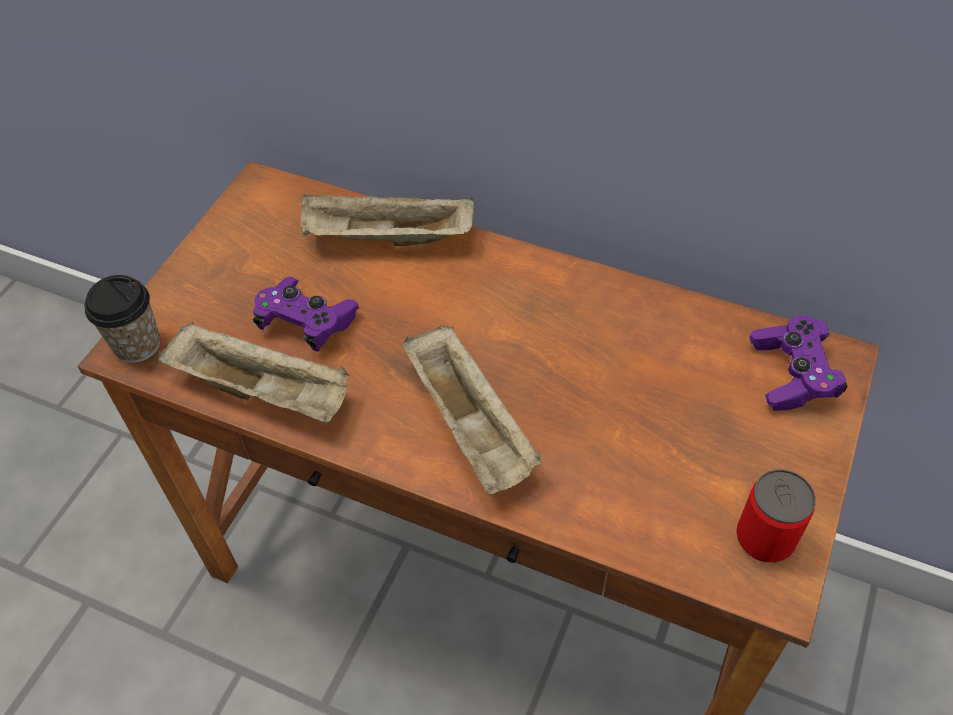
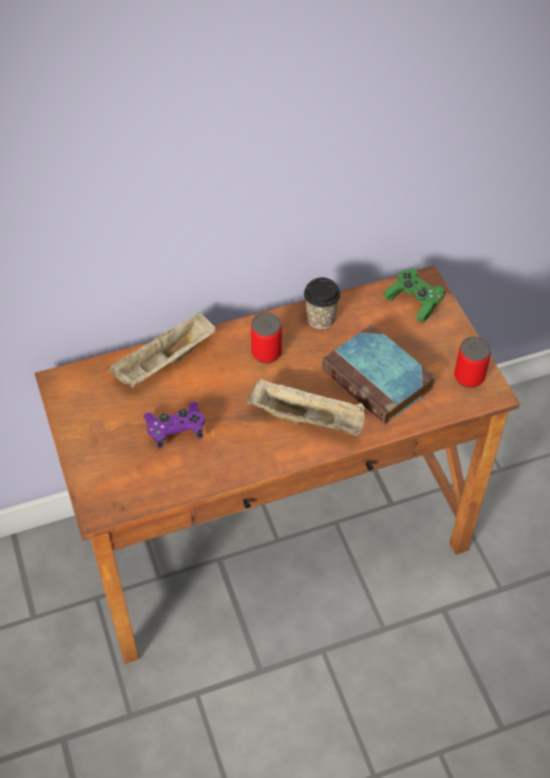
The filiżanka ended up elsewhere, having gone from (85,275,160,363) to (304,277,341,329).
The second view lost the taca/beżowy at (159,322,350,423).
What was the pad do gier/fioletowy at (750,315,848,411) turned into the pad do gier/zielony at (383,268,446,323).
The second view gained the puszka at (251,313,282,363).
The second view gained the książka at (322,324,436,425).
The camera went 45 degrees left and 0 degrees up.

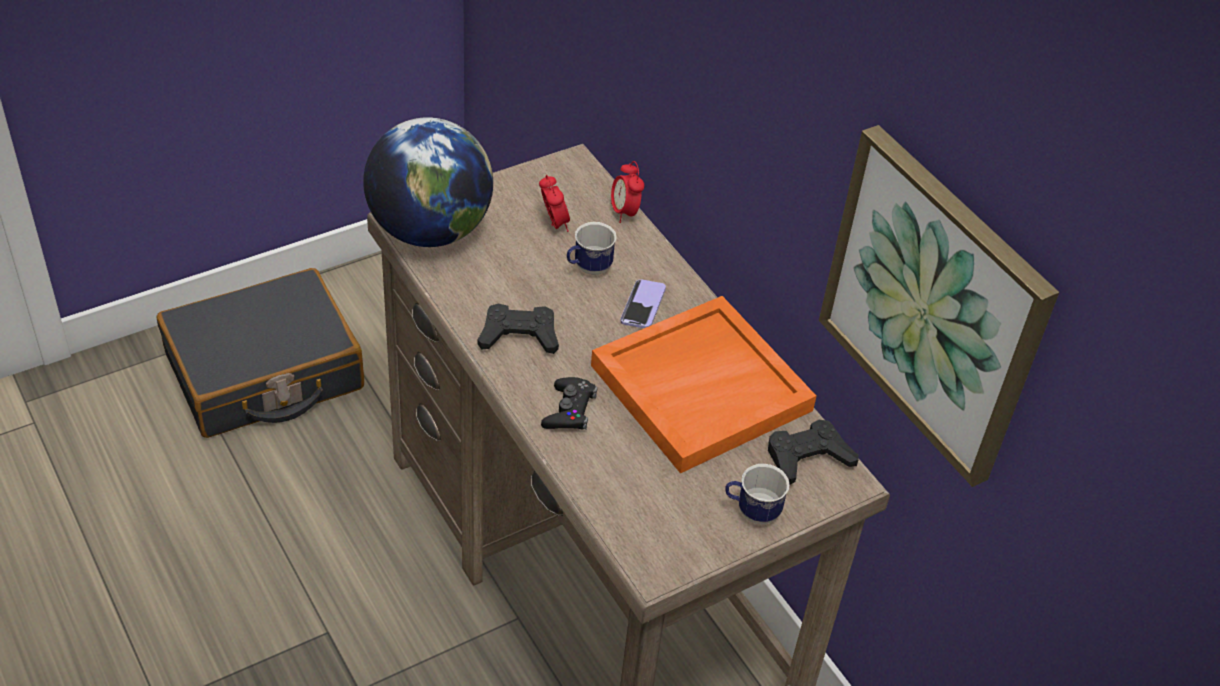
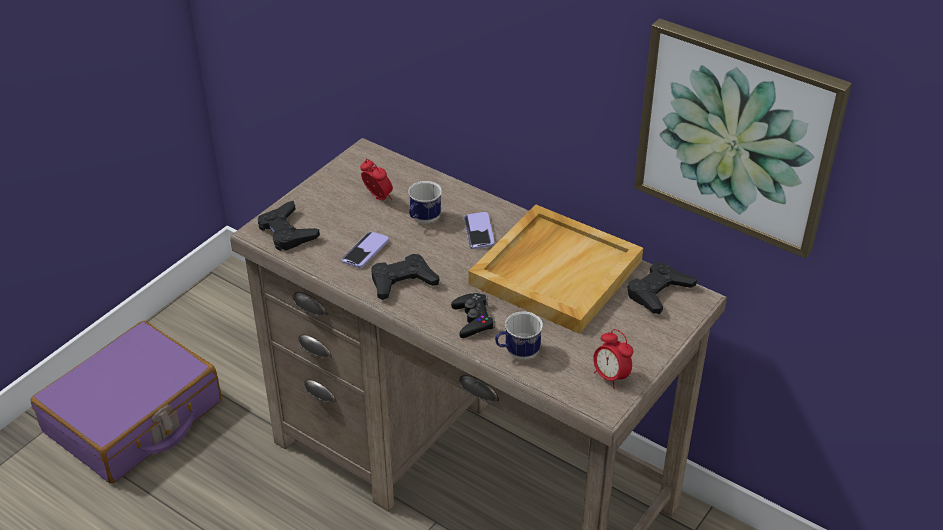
What was the walizka/czarny at (157,268,364,438) turned into the walizka/fioletowy at (31,321,221,484).
Where the globus stood at (363,117,493,247), the pad do gier/czarny came to stand at (258,201,320,251).
What was the taca/pomarańczowy at (591,296,816,473) turned into the taca/beżowy at (468,205,643,334).
The budzik ended up elsewhere, having gone from (611,161,644,223) to (593,329,633,389).
The kubek ended up elsewhere, having gone from (725,464,789,524) to (495,311,543,360).
The second view gained the telefon at (341,232,389,268).
The camera went 20 degrees left and 5 degrees down.

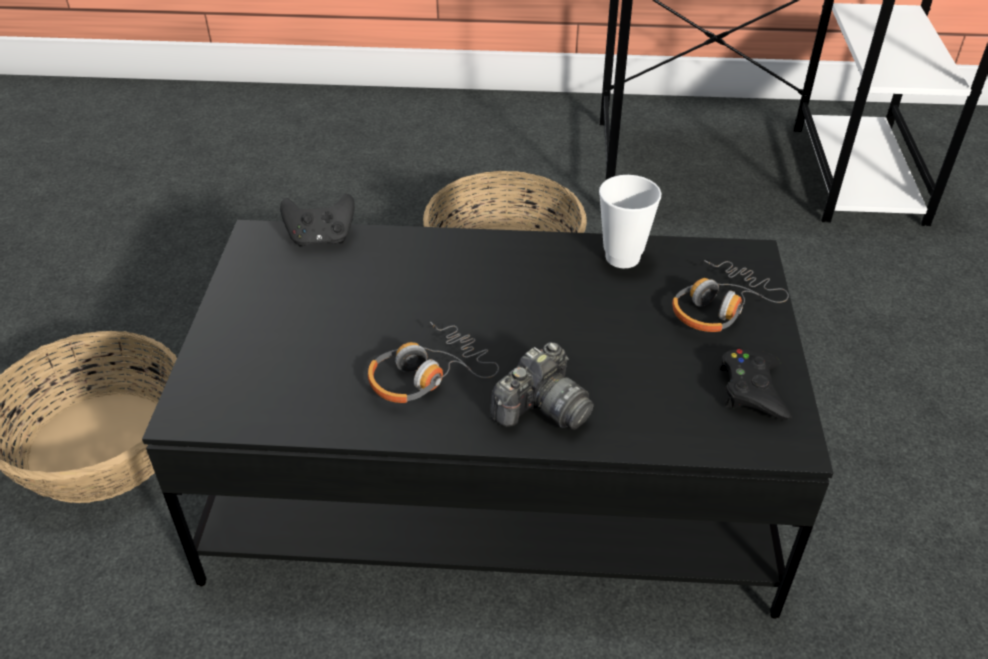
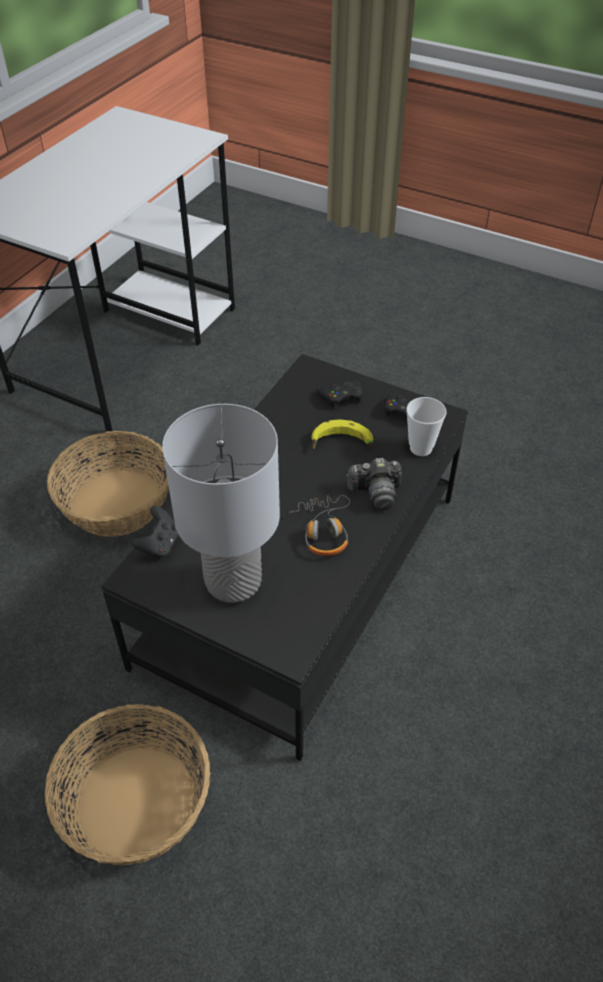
The aparat fotograficzny at (490,342,593,430) ended up facing another way, 105 degrees clockwise from before.
The filiżanka ended up elsewhere, having gone from (599,175,661,268) to (406,397,447,456).
Where the słuchawki stood at (672,260,789,332), the pad do gier/czarny came to stand at (316,380,362,409).
The second view gained the lampa stołowa/szary at (162,404,280,603).
The second view gained the banan at (311,419,373,449).
The camera went 65 degrees left and 5 degrees up.

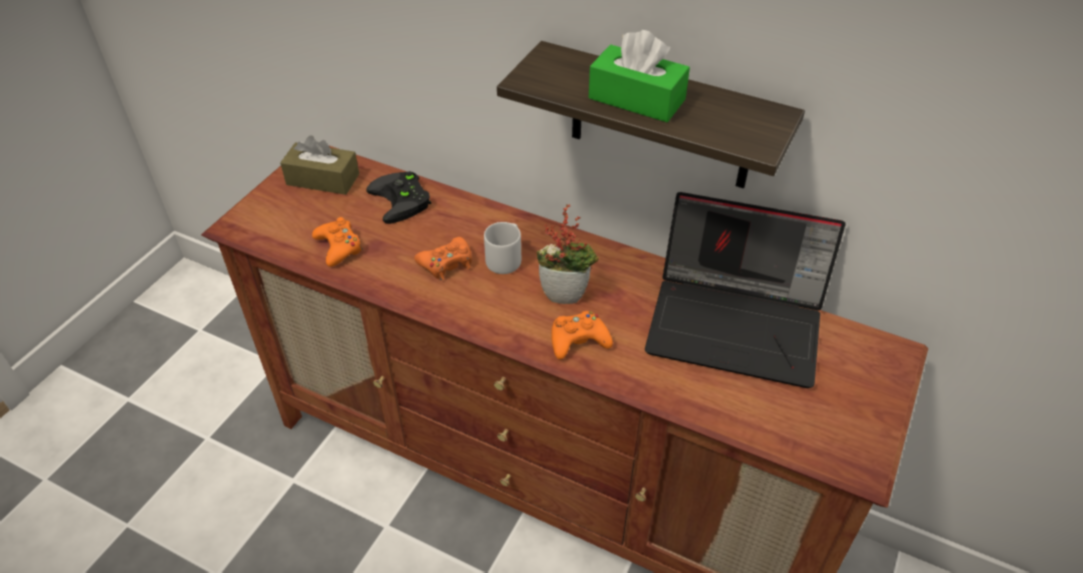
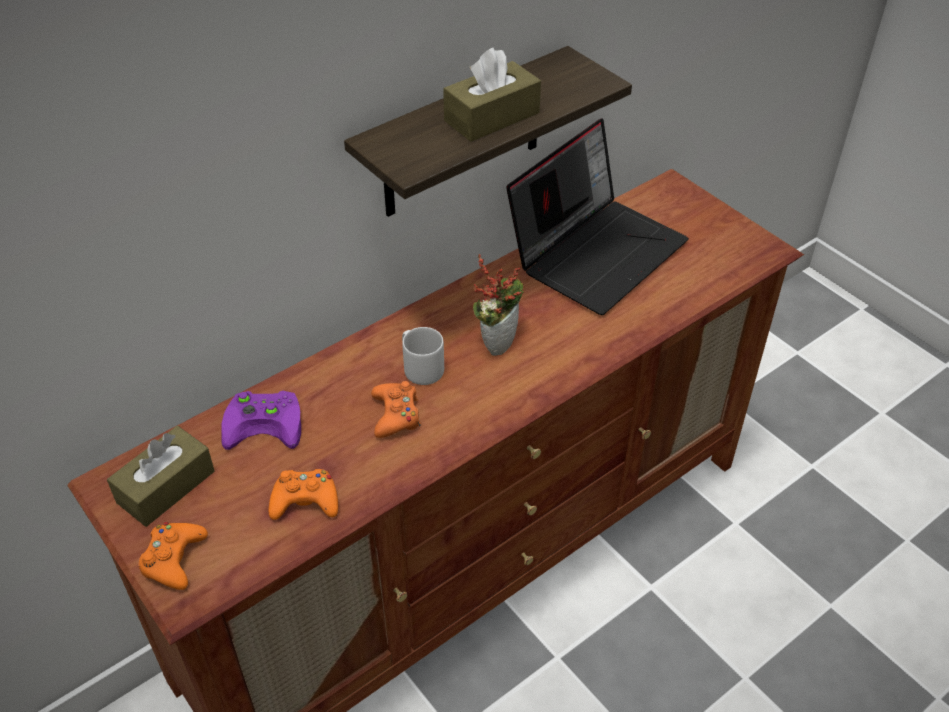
What was the pad do gier/czarny at (366,171,431,224) turned into the pad do gier/fioletowy at (221,391,301,450).
The pad do gier/pomarańczowy ended up elsewhere, having gone from (551,311,613,359) to (139,522,208,590).
What was the pudełko chusteczek/zielony at (589,30,690,122) turned into the pudełko chusteczek/brązowy at (443,48,541,142).
The camera went 65 degrees left and 0 degrees up.

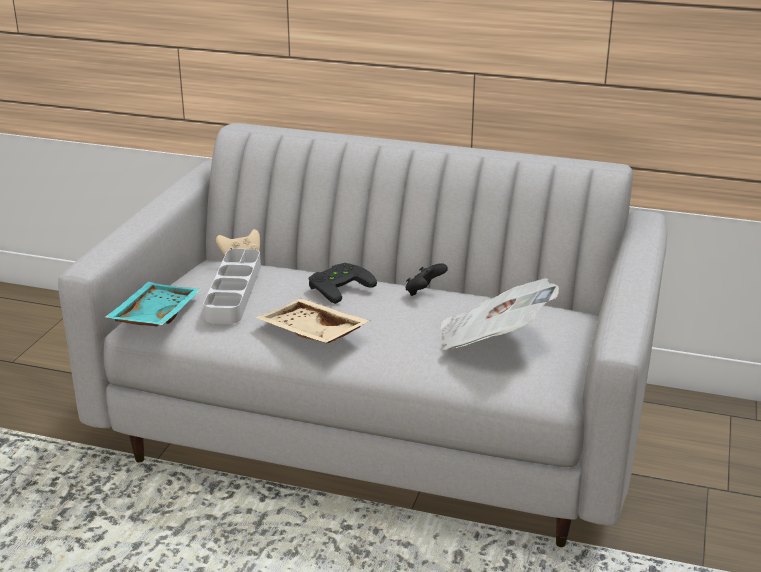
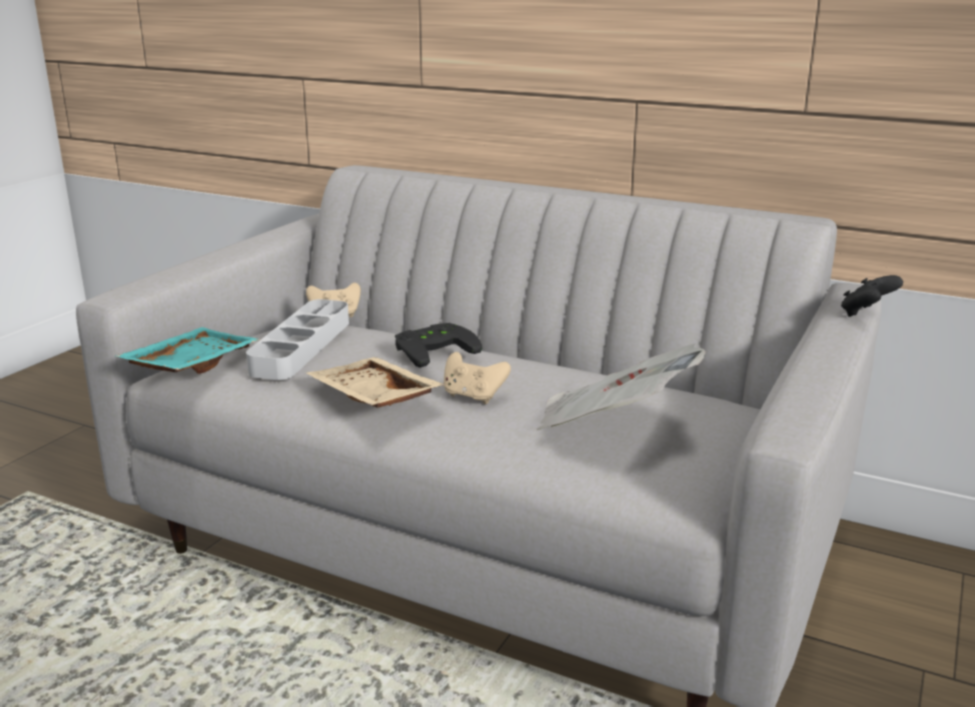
The pad do gier/czarny ended up elsewhere, having gone from (406,263,448,296) to (841,275,903,317).
The second view gained the pad do gier/beżowy at (444,352,511,404).
The camera went 10 degrees right and 5 degrees down.

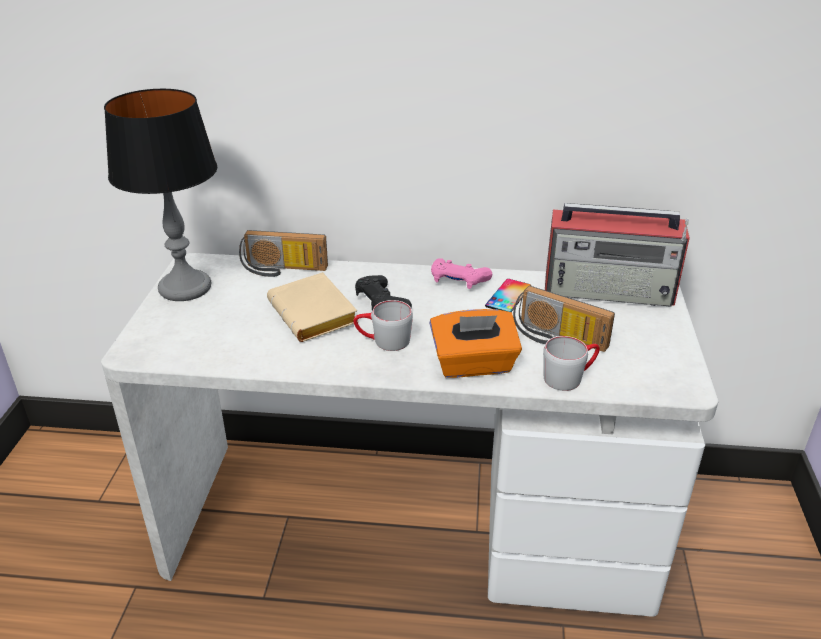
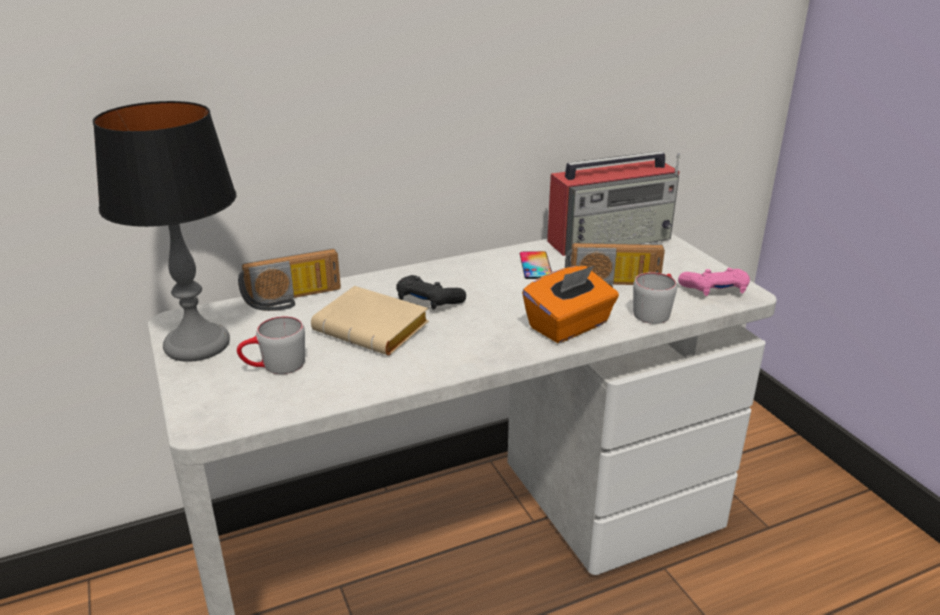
The kubek/szary ended up elsewhere, having gone from (353,300,413,351) to (237,316,305,374).
The pad do gier/różowy ended up elsewhere, having gone from (431,258,492,289) to (678,268,750,296).
The camera went 30 degrees left and 5 degrees down.

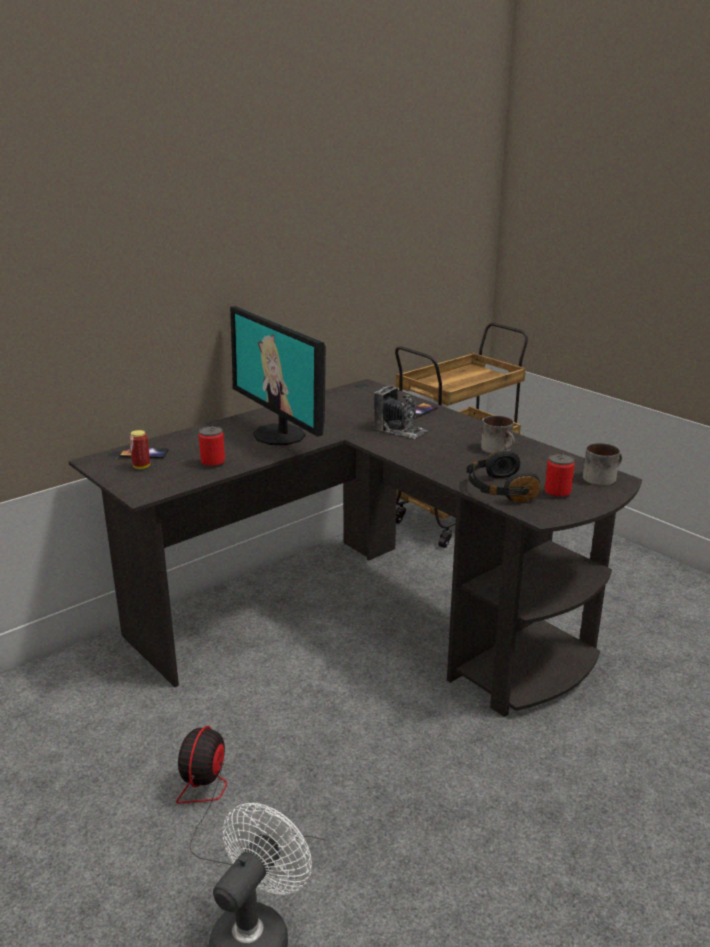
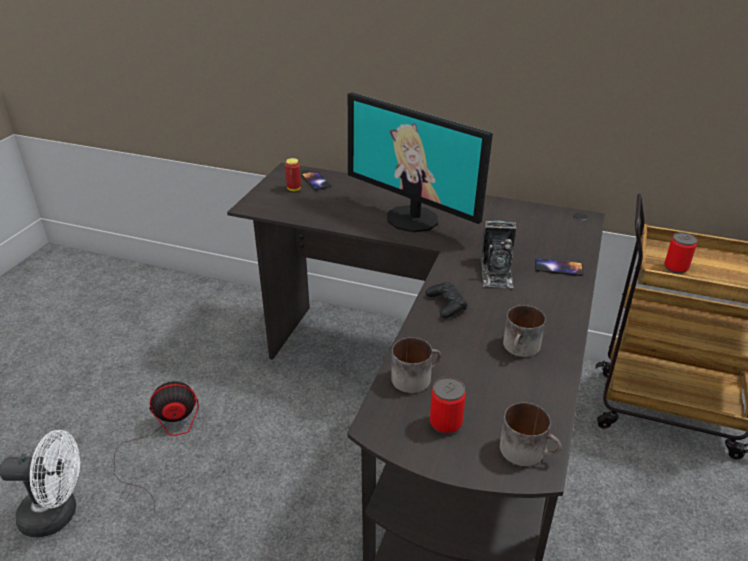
The puszka ended up elsewhere, having gone from (199,426,225,468) to (664,232,697,274).
The monitor at (230,306,326,445) ended up facing another way, 75 degrees counterclockwise from before.
Where the słuchawki/czarny stood at (466,450,540,502), the kubek came to stand at (391,337,441,393).
The second view gained the pad do gier/czarny at (425,282,468,319).
The camera went 60 degrees right and 10 degrees up.

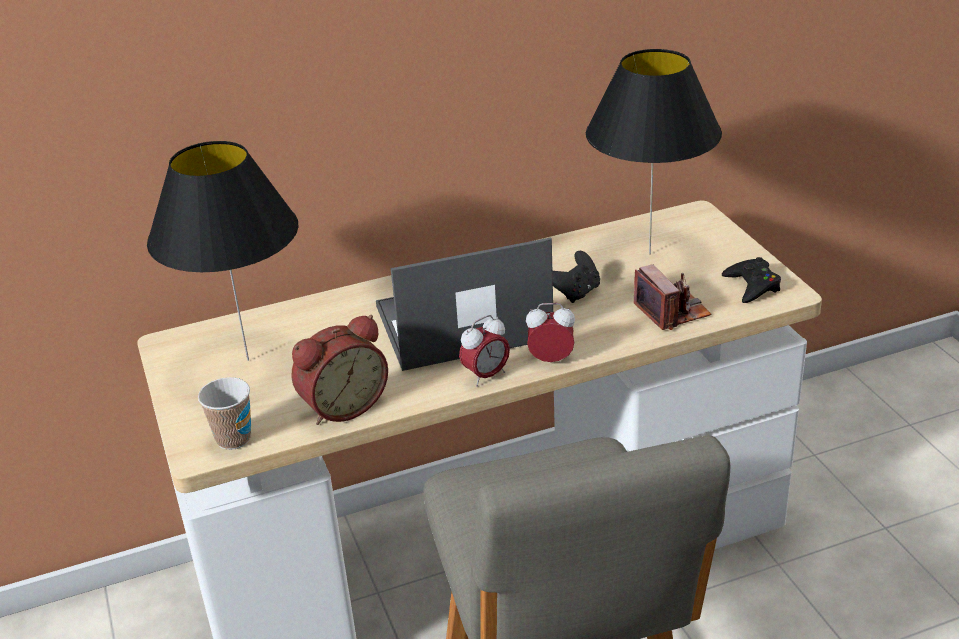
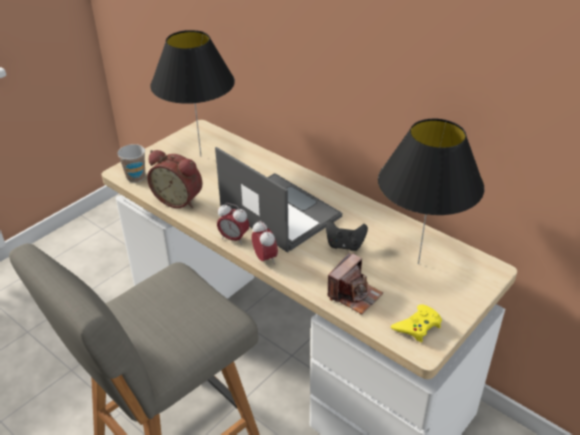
What was the pad do gier/czarny at (722,257,781,303) turned into the pad do gier/żółty at (391,304,442,343).
The camera went 60 degrees right and 5 degrees up.

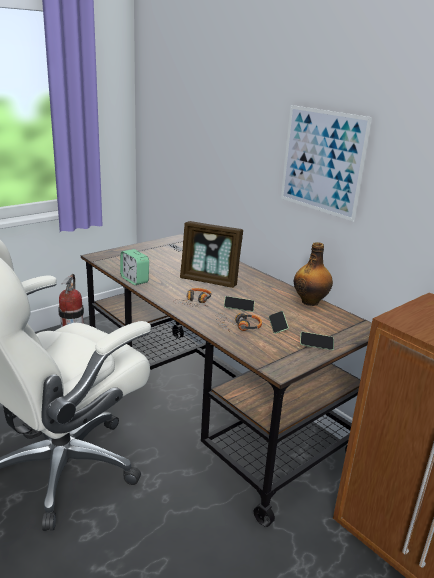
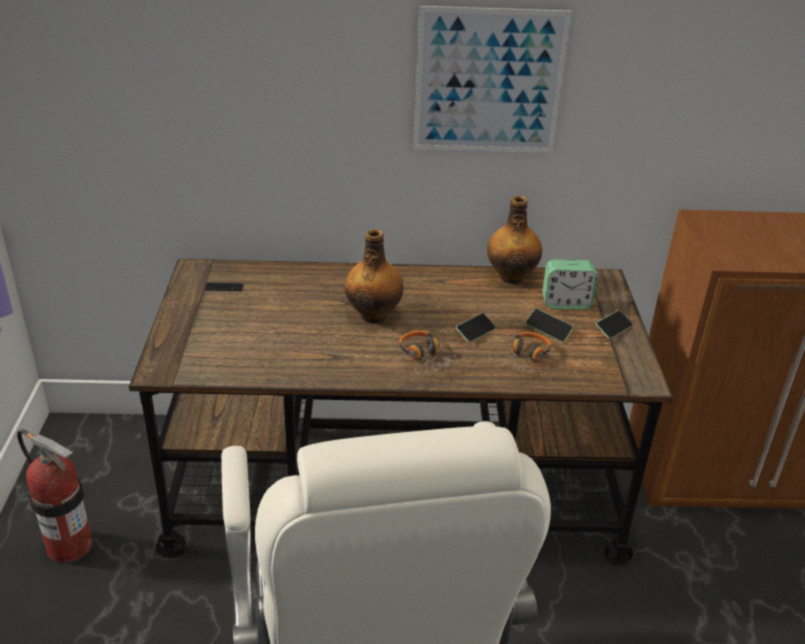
The budzik ended up elsewhere, having gone from (120,249,149,285) to (542,260,598,309).
Where the ramka na zdjęcie stood at (180,221,243,288), the butelka came to stand at (344,229,404,324).
The camera went 50 degrees left and 10 degrees up.

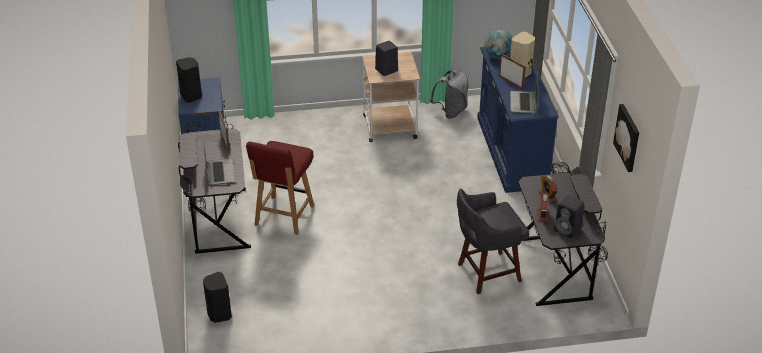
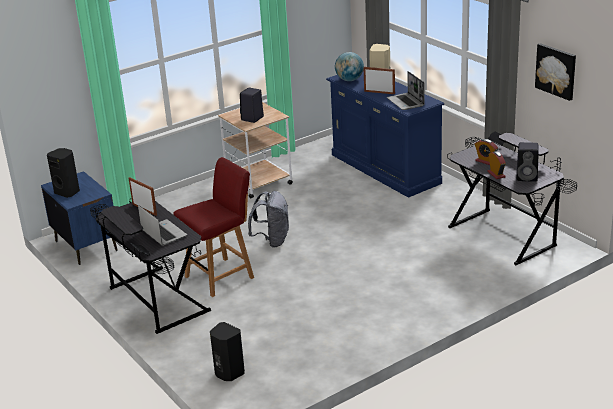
The krzesło/czerwony at (246,141,314,235) ended up facing another way, 120 degrees counterclockwise from before.
The plecak/szary ended up elsewhere, having gone from (430,70,469,119) to (248,191,289,248).
The second view lost the stołek/szary at (457,188,529,294).
The camera went 25 degrees left and 10 degrees down.

